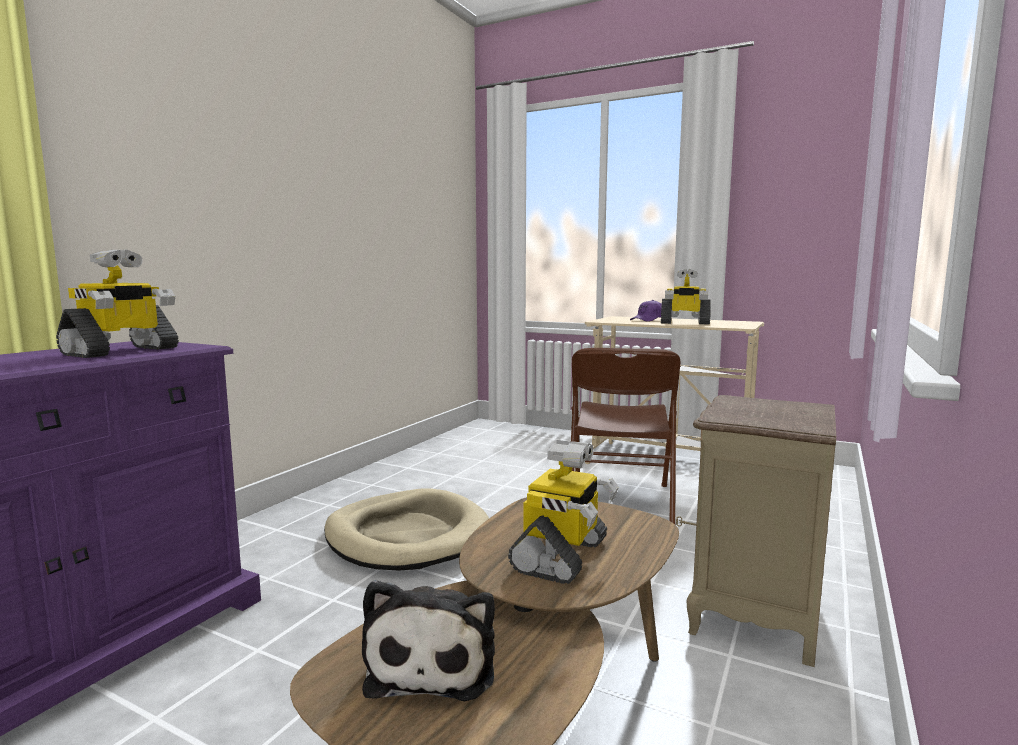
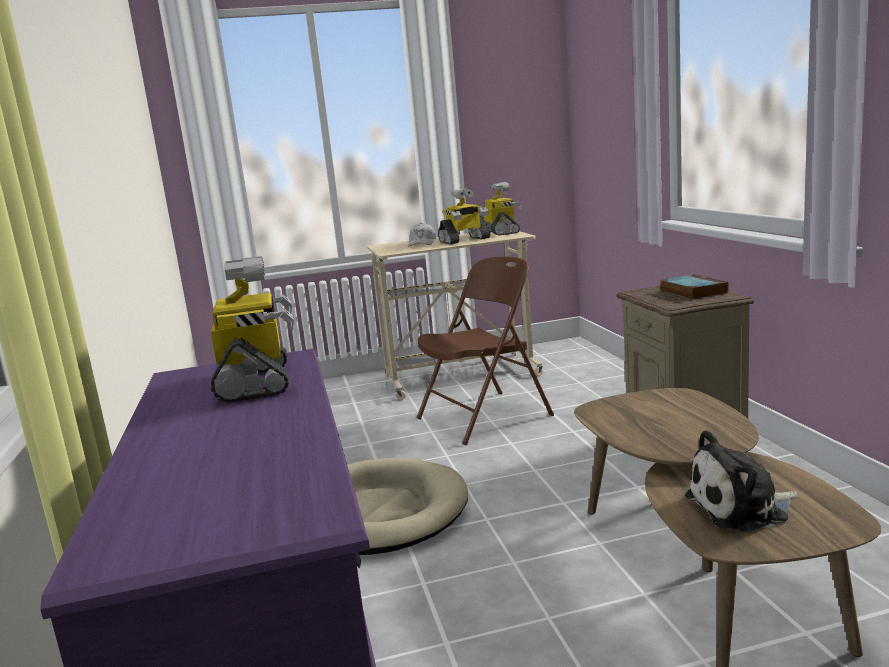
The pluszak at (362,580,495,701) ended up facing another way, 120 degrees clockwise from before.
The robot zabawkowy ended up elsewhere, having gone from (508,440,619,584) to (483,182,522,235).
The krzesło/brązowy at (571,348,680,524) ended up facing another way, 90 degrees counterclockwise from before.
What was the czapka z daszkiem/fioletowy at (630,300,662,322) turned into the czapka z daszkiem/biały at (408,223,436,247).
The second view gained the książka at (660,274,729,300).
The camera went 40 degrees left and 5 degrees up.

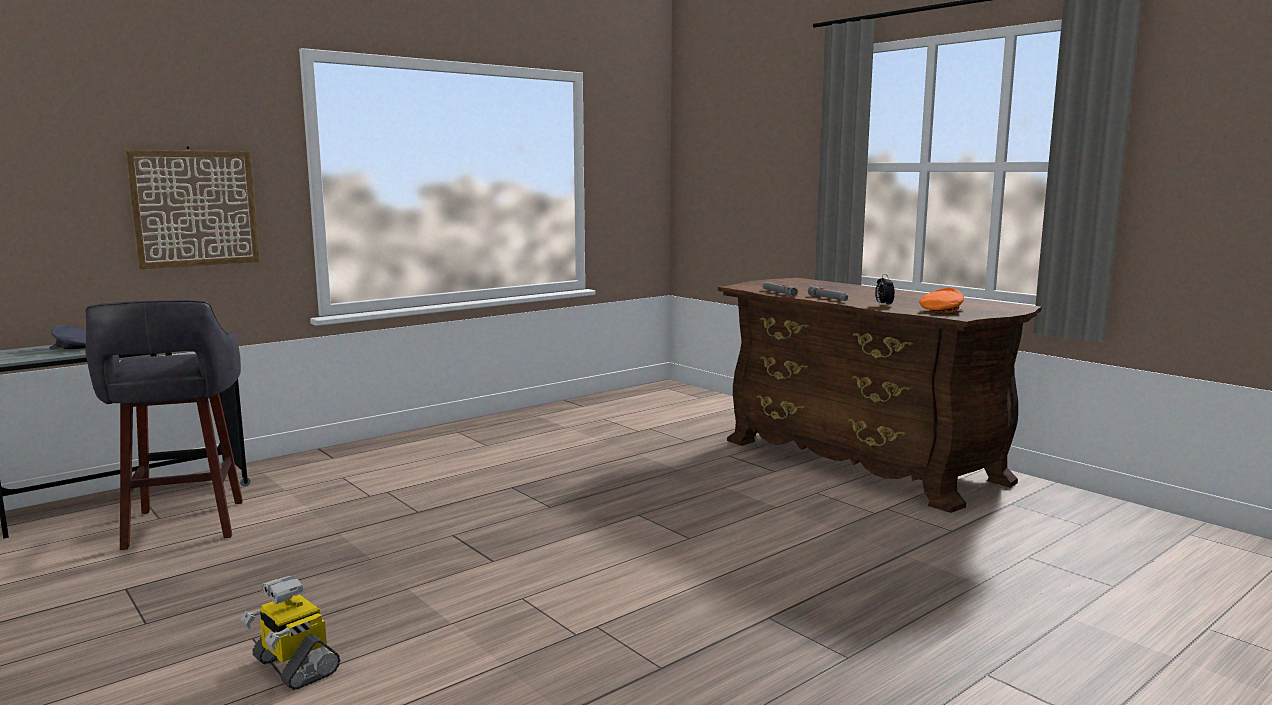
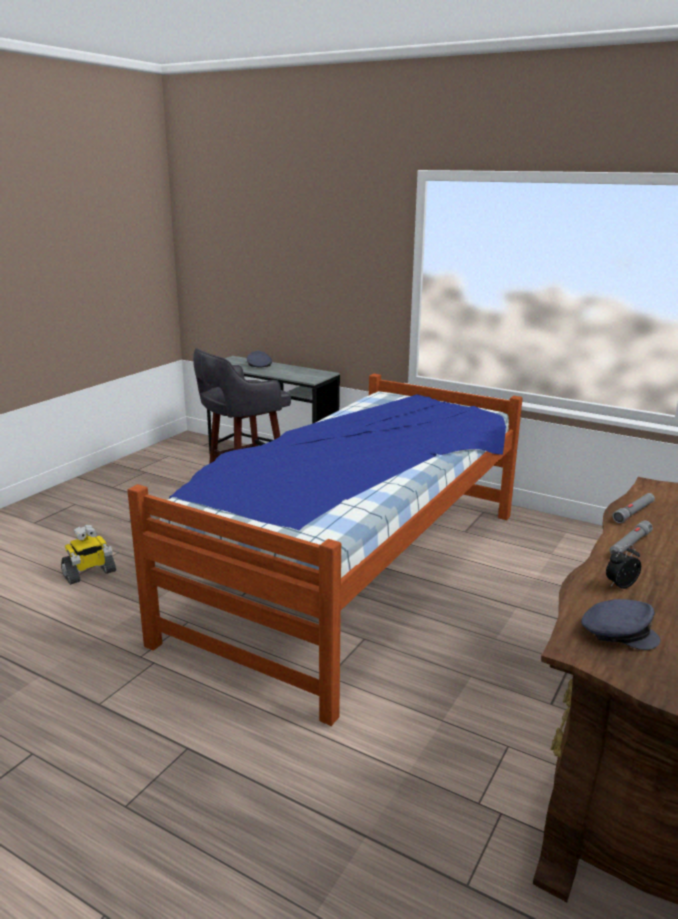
The second view lost the obraz at (125,146,260,269).
The robot zabawkowy at (241,576,340,690) ended up facing another way, 150 degrees counterclockwise from before.
What was the czapka z daszkiem/pomarańczowy at (919,288,964,313) turned into the czapka z daszkiem/szary at (581,599,661,650).
The second view gained the łóżko at (127,374,523,726).
The camera went 70 degrees right and 10 degrees up.

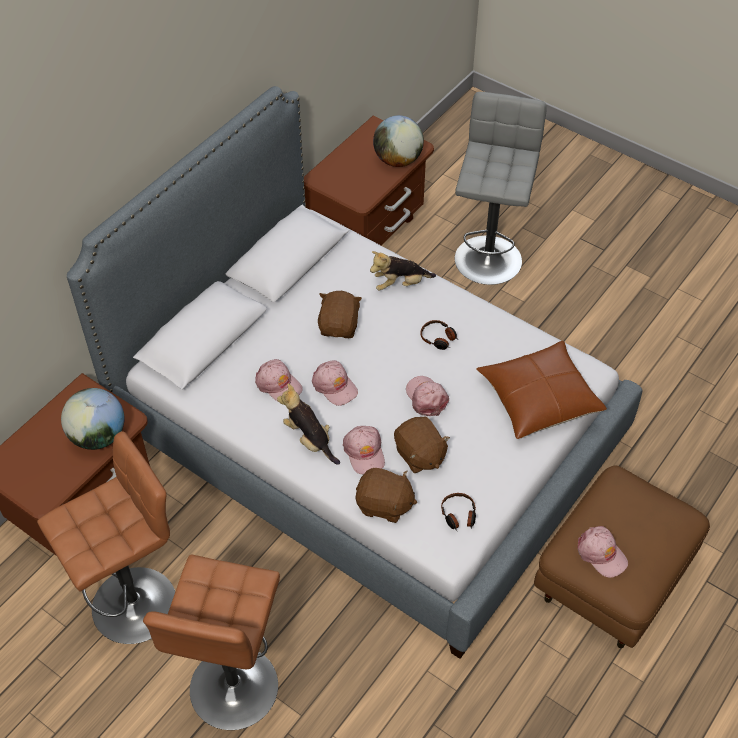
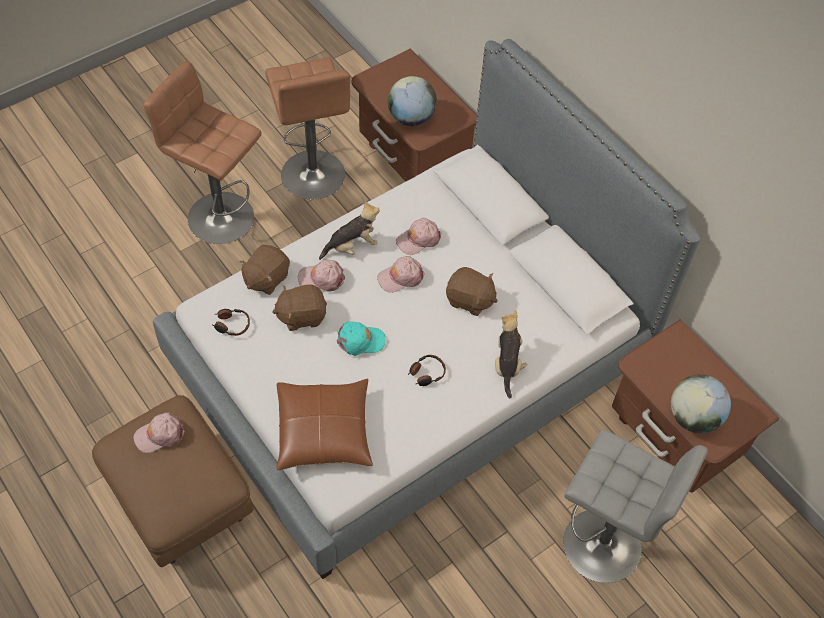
What was the czapka z daszkiem/różowy at (406,376,449,416) turned into the czapka z daszkiem/turkusowy at (337,321,386,356).
The camera went 105 degrees right and 5 degrees up.

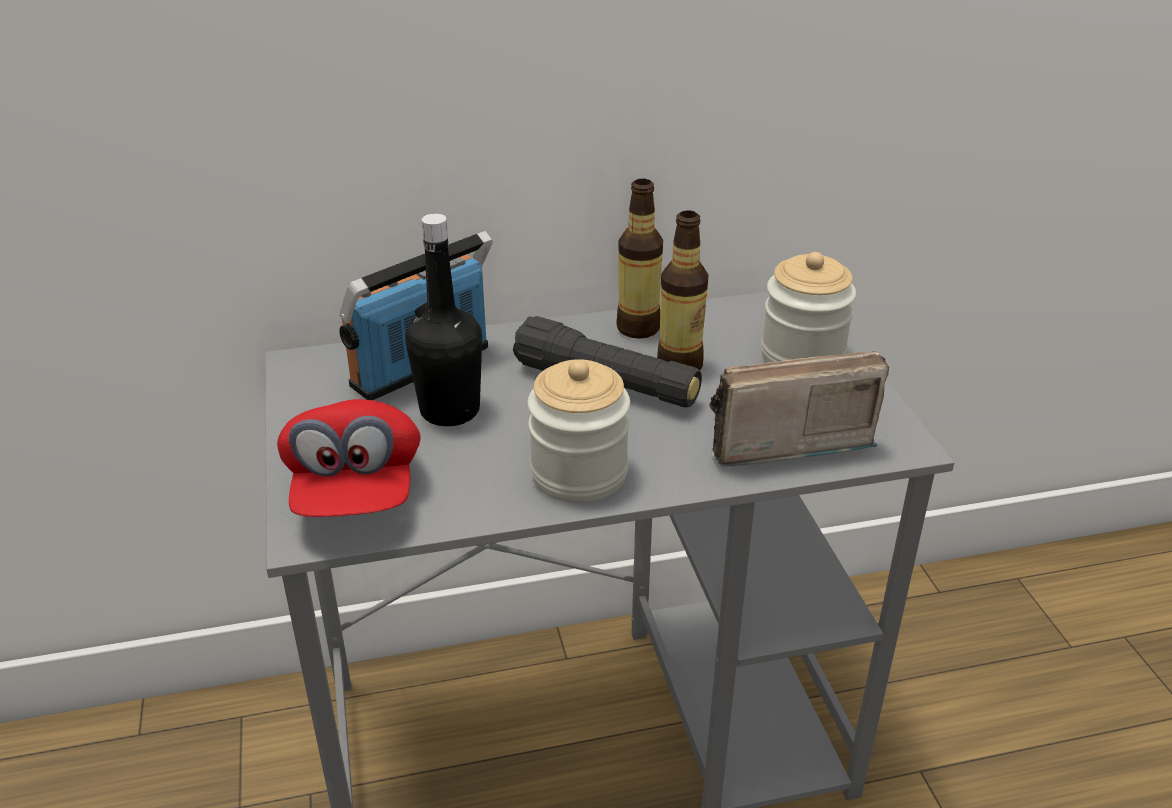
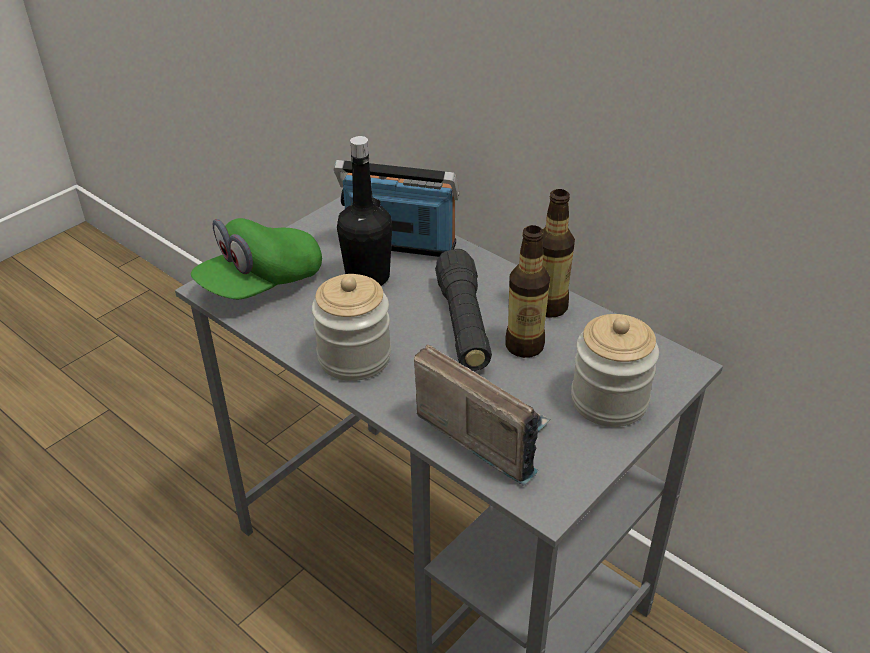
What was the czapka z daszkiem/czerwony at (277,399,421,517) turned into the czapka z daszkiem/zielony at (191,218,322,299).
The camera went 55 degrees right and 5 degrees up.

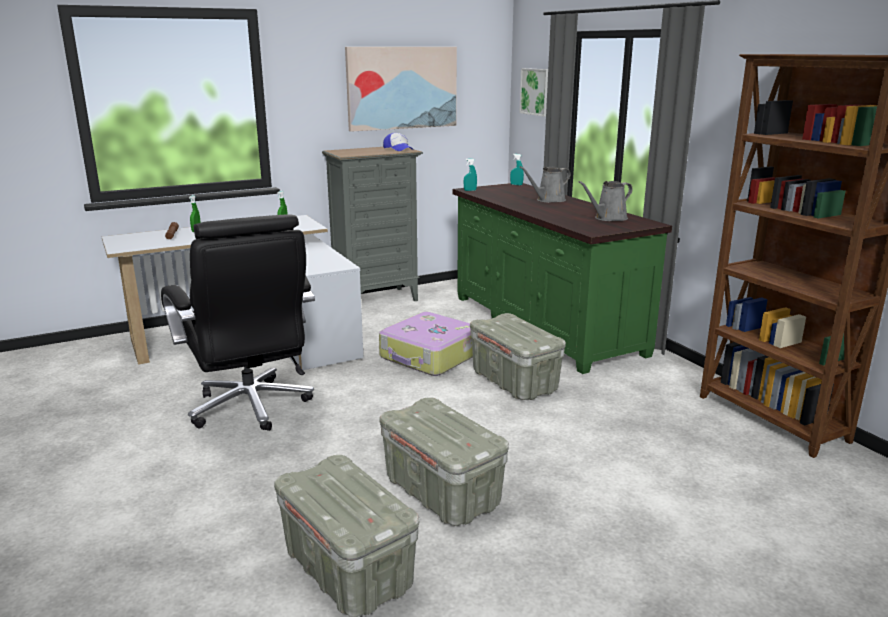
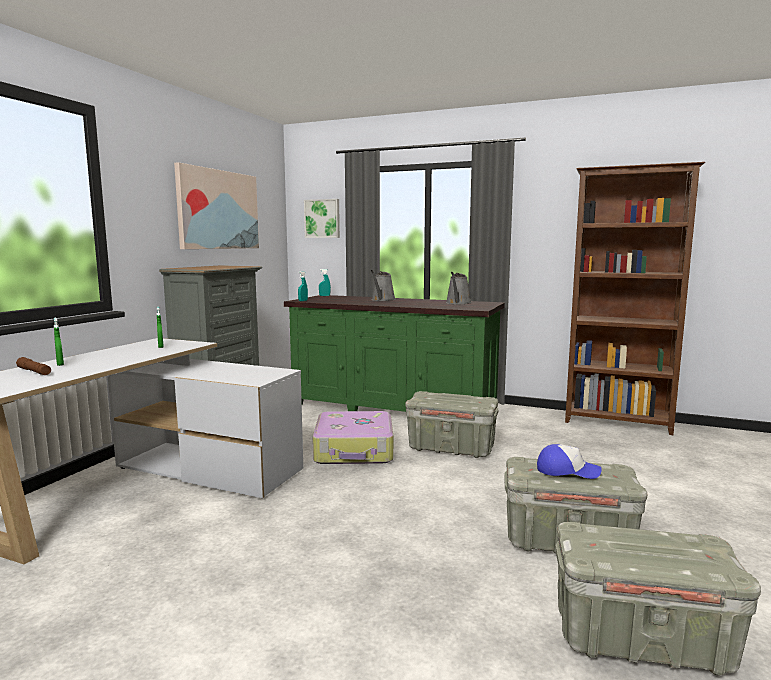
The second view lost the krzesło biurowe/czarny at (161,215,315,431).
The czapka z daszkiem ended up elsewhere, having gone from (383,133,413,151) to (537,444,602,479).
The camera went 40 degrees left and 10 degrees down.

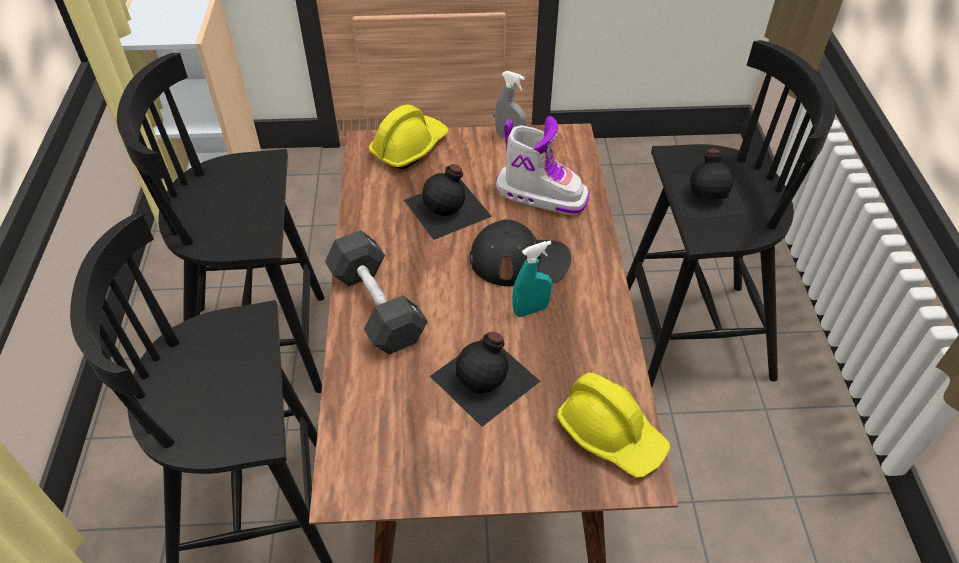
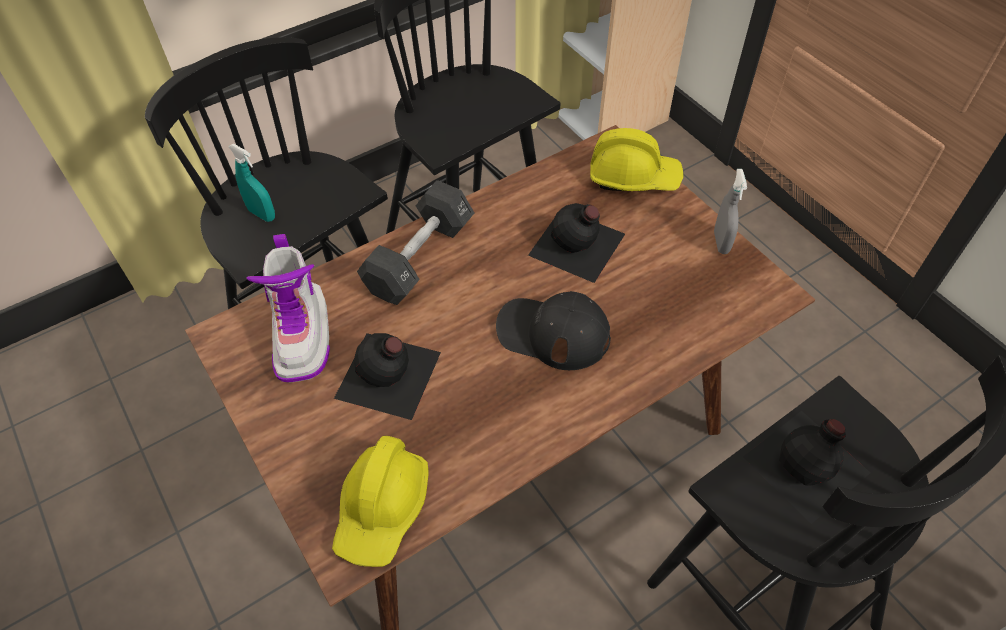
The czapka z daszkiem/czarny at (470,219,571,286) ended up facing another way, 135 degrees clockwise from before.
The but z cholewką ended up elsewhere, having gone from (496,116,589,215) to (246,234,330,383).
The spryskiwacz/turkusowy ended up elsewhere, having gone from (512,241,552,317) to (229,144,275,222).
The camera went 60 degrees right and 5 degrees up.

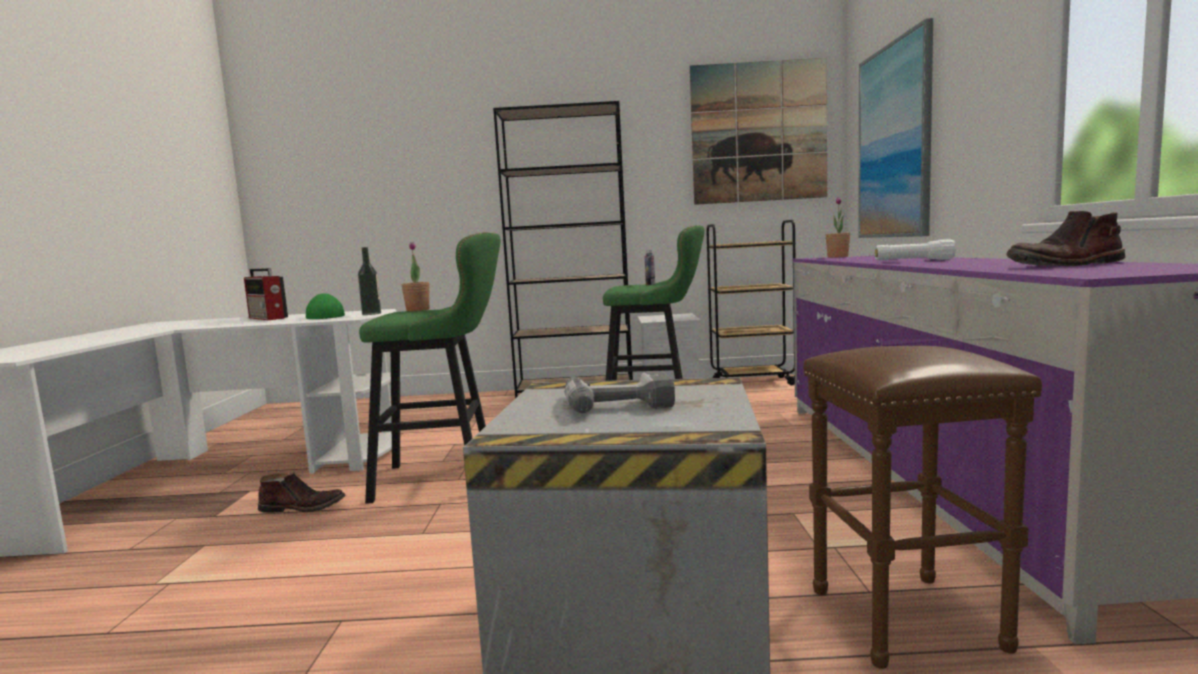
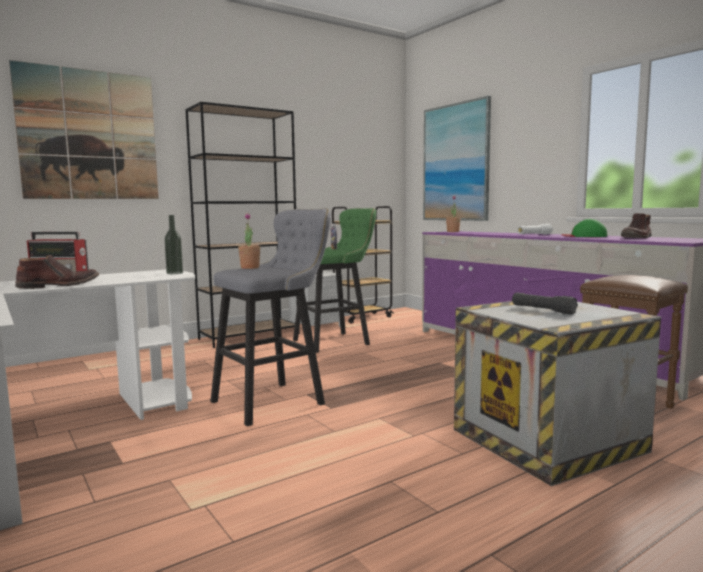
The but z cholewką/brązowy ended up elsewhere, having gone from (258,472,345,513) to (15,255,100,289).
The czapka z daszkiem/zielony ended up elsewhere, having gone from (306,293,345,319) to (561,219,607,237).
What was the stołek/zielony at (359,232,501,504) turned into the stołek/szary at (210,208,331,426).
Where the wiertarka stood at (565,371,675,413), the latarka/czarny came to stand at (512,292,578,314).
The obraz ended up elsewhere, having gone from (690,58,827,205) to (9,60,159,199).
The camera went 35 degrees left and 0 degrees up.

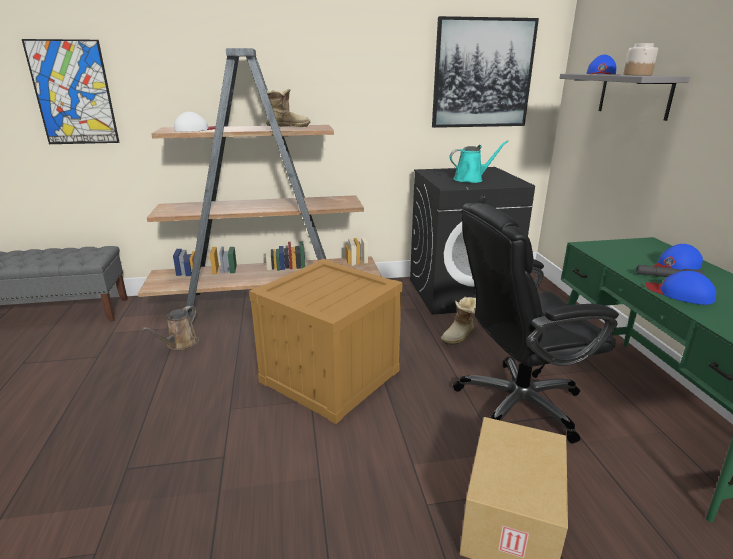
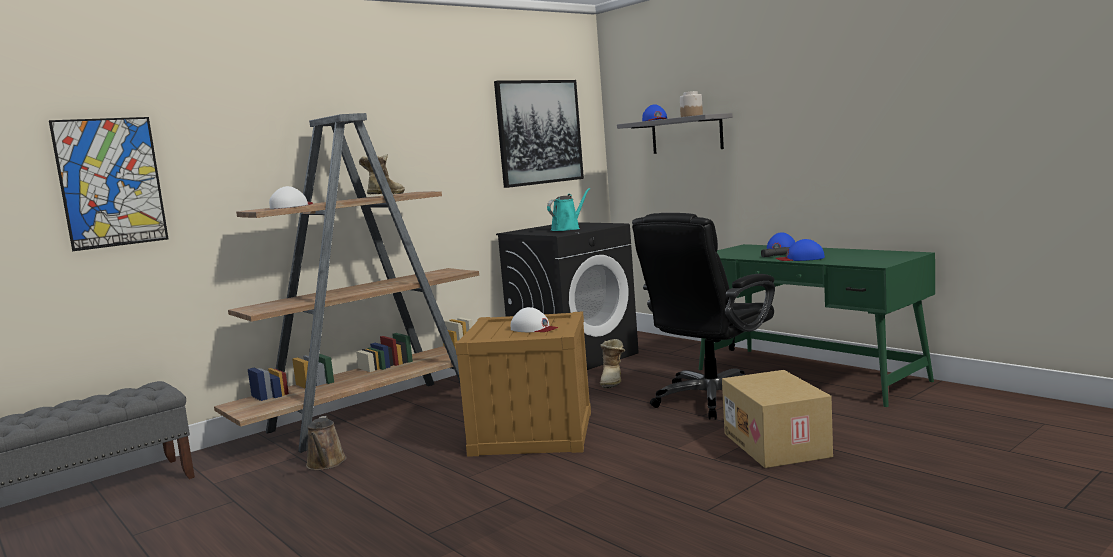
The second view gained the czapka z daszkiem/biały at (511,307,558,332).
The camera went 30 degrees left and 15 degrees down.

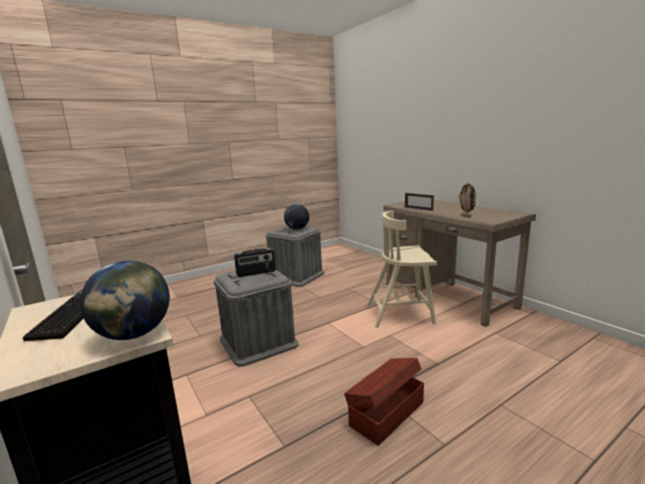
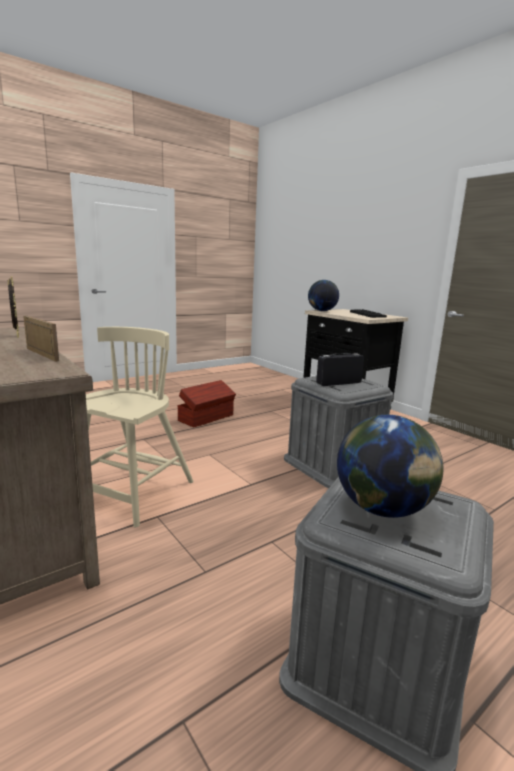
The krzesło/beżowy at (367,210,437,328) ended up facing another way, 60 degrees counterclockwise from before.
The camera went 175 degrees right and 0 degrees up.

